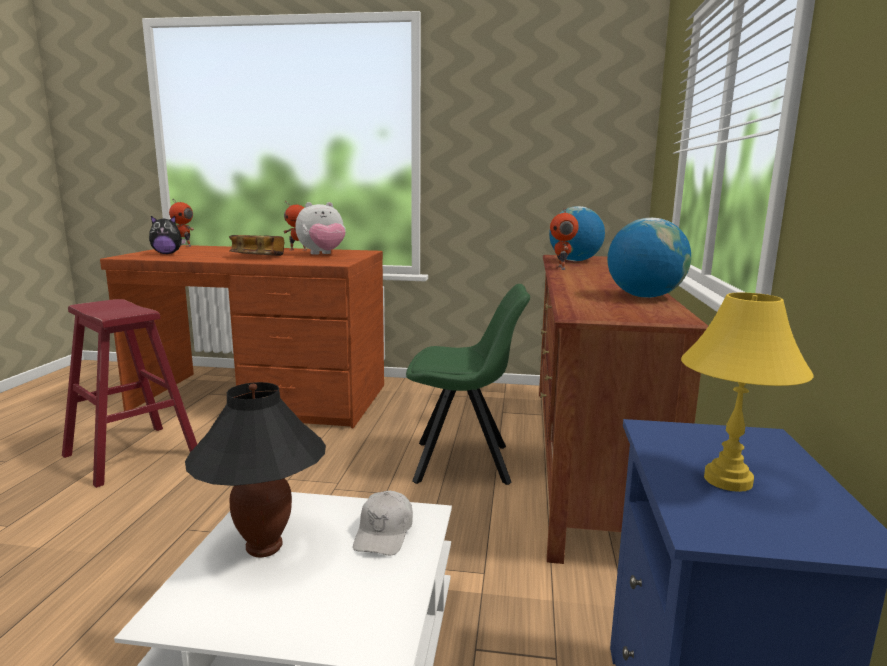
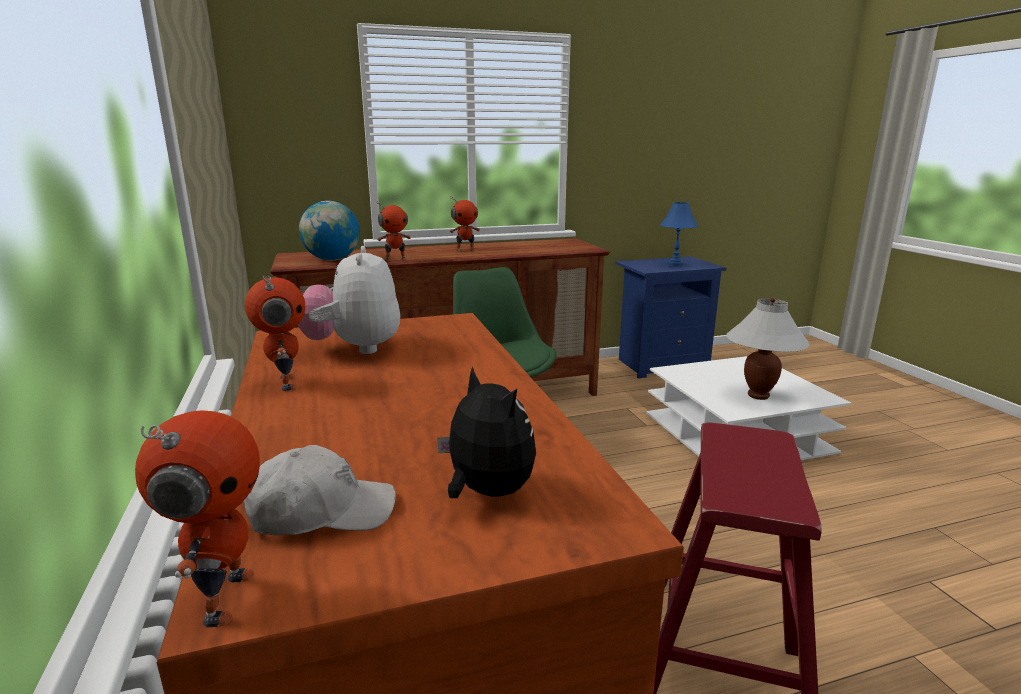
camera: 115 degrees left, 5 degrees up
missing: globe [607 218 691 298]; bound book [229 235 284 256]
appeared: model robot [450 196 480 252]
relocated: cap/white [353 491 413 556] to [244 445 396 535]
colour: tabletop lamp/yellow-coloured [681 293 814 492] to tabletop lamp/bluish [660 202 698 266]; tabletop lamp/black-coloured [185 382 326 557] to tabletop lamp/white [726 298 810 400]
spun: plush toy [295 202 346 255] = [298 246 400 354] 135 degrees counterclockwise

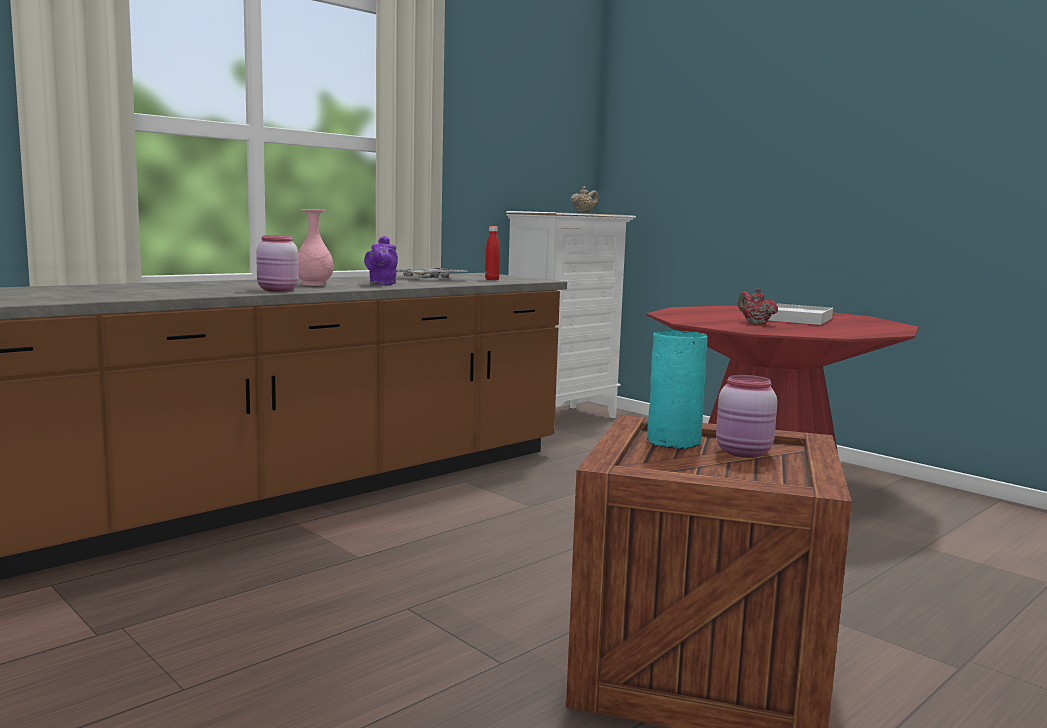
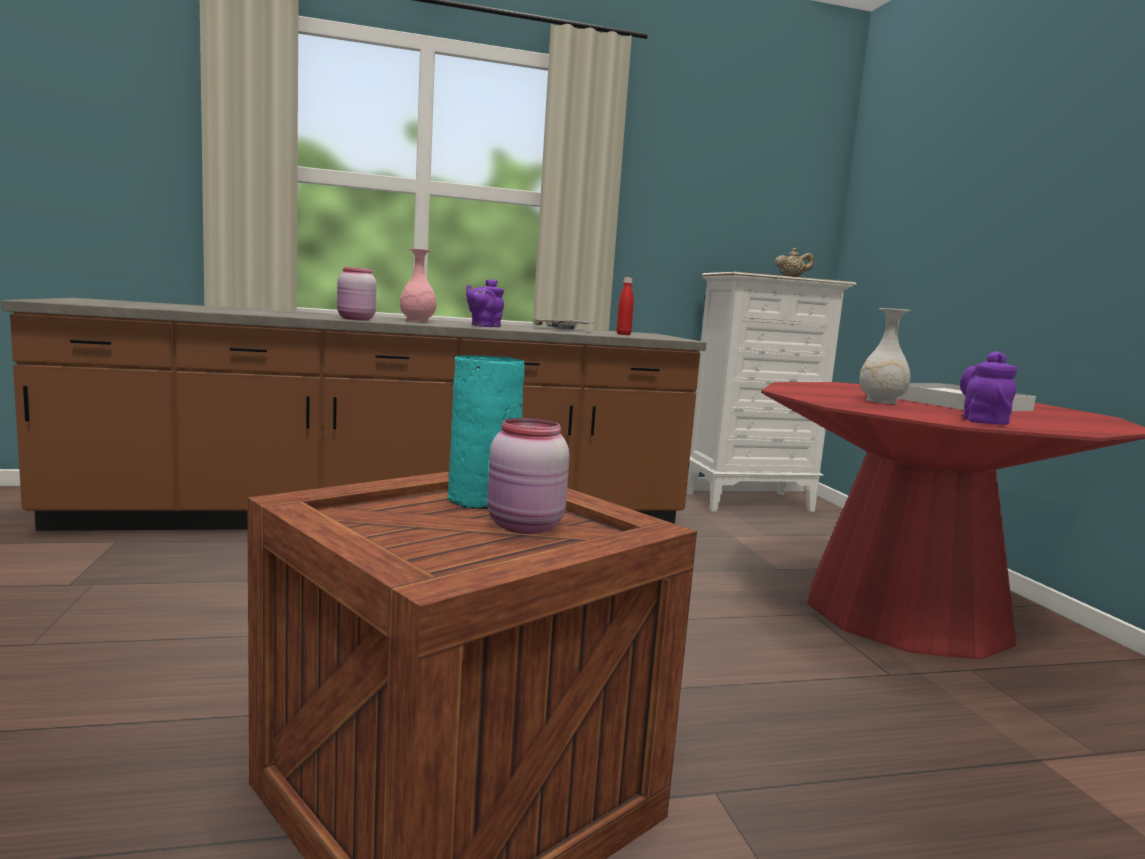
camera: 30 degrees right, 0 degrees up
appeared: pot for tea/purple-coloured [960 351 1017 425]
exchanged: pot for tea/red [738 288 778 324] to decorative vase/white [859 308 911 404]

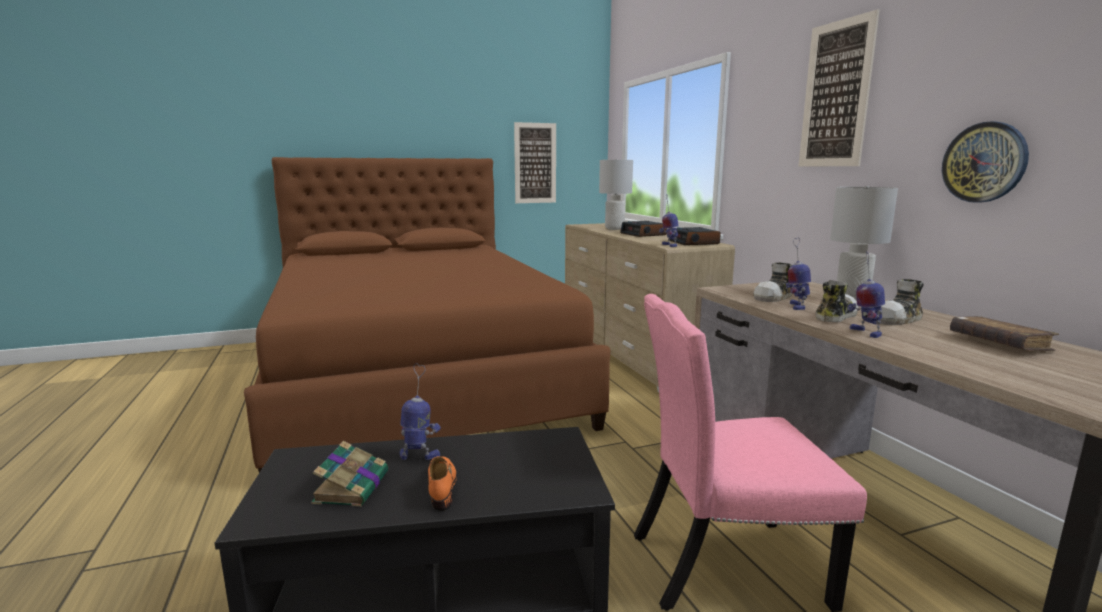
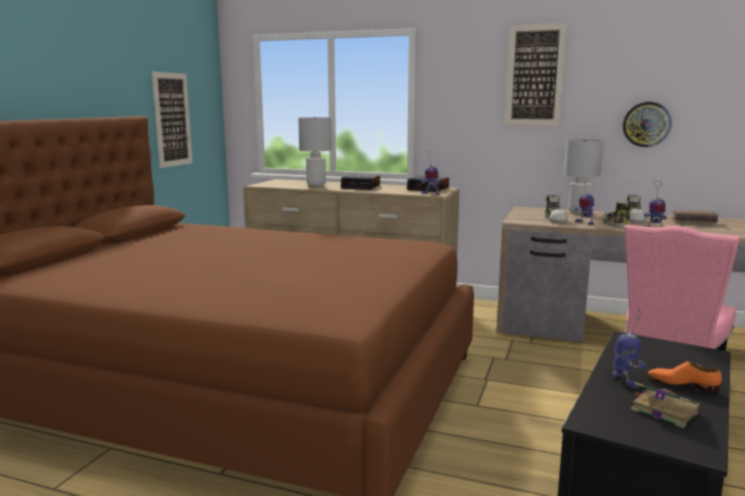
camera: 50 degrees left, 0 degrees up
spun: model robot [400 363 441 460] = [611 307 646 388] 120 degrees clockwise

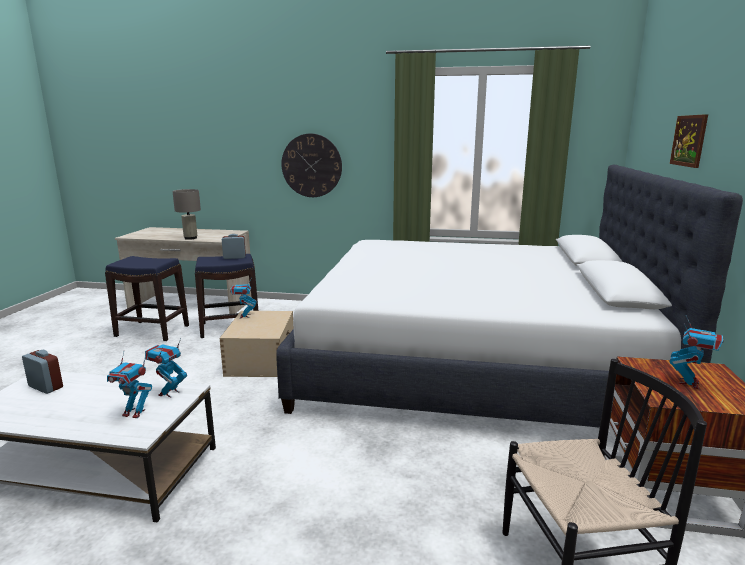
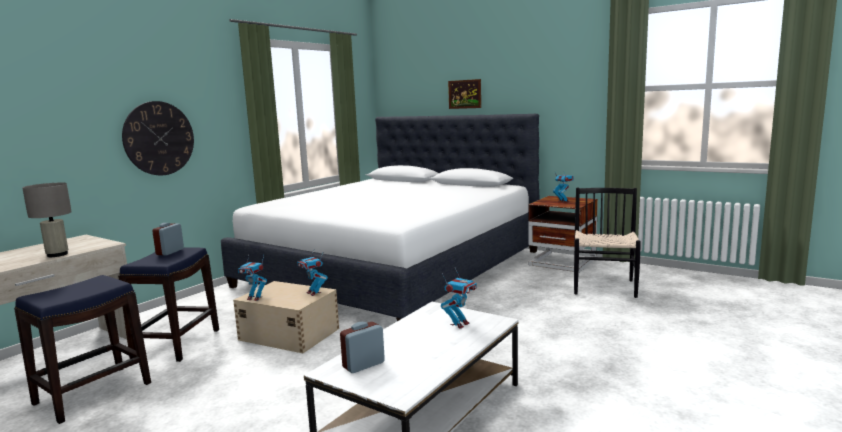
camera: 65 degrees left, 5 degrees down
relocated: model robot [145 338 187 397] to [297 253 328 296]

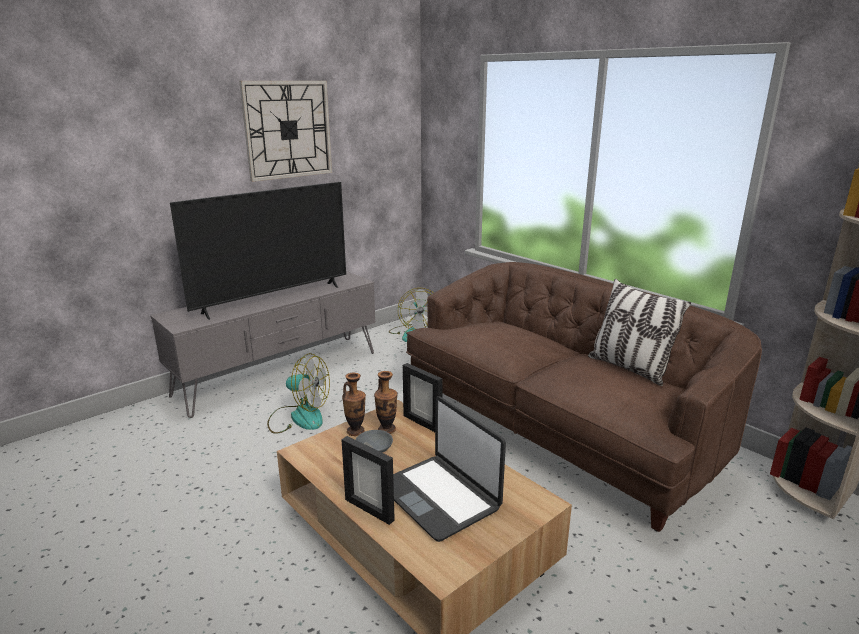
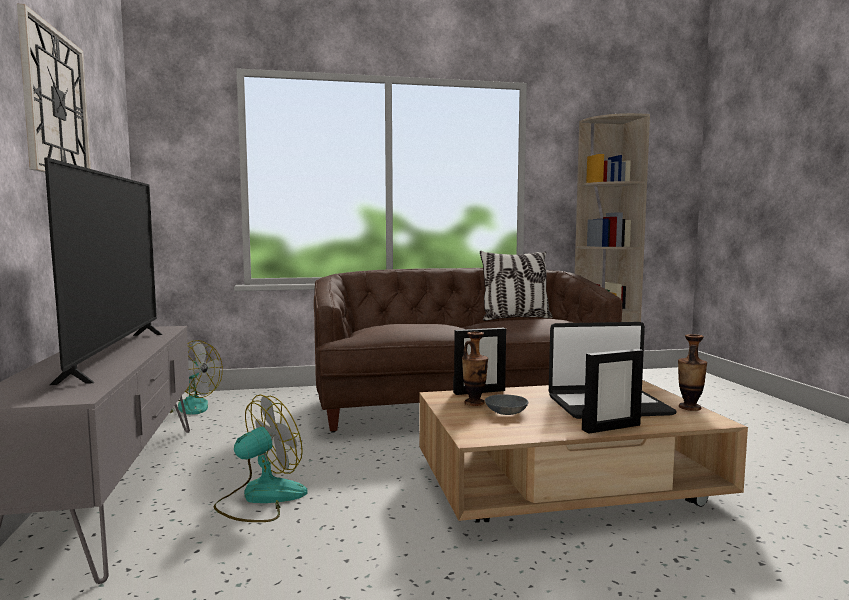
camera: 60 degrees left, 15 degrees down
relocated: decorative vase [342 373 366 436] to [678 334 707 411]

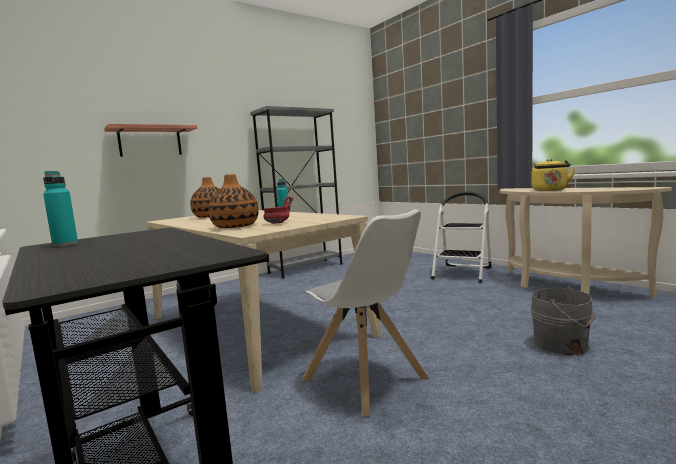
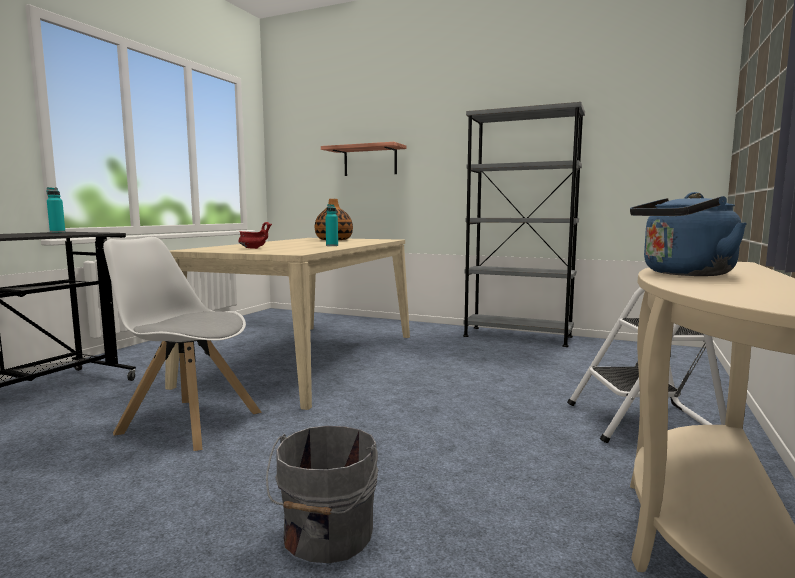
camera: 60 degrees right, 0 degrees up
missing: decorative vase [208 174 259 228]
colour: kettle/yellow-coloured [531 159 575 191] to kettle/bluish [630 192 747 276]
spun: upright chair [303 209 429 417] = [103 237 262 451] 90 degrees clockwise

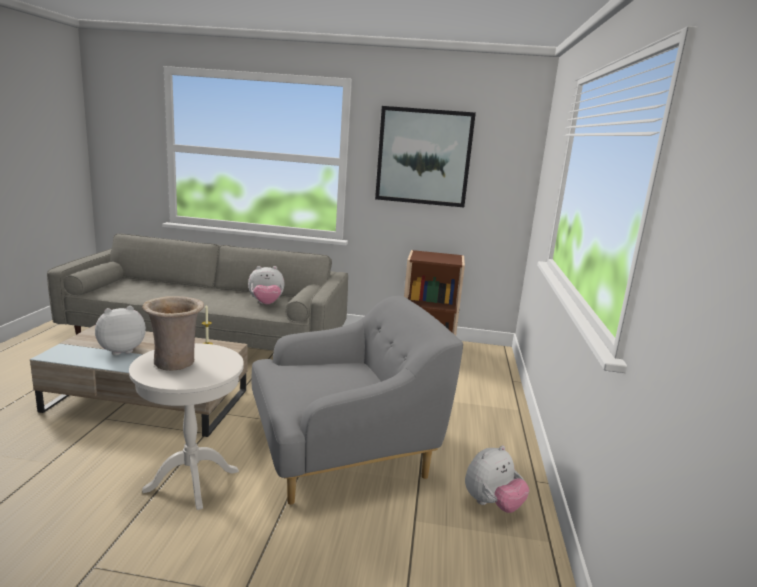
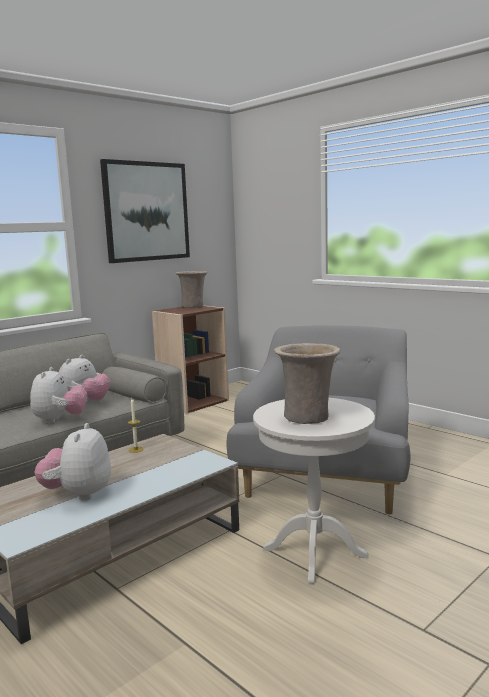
camera: 50 degrees left, 5 degrees down
appeared: decorative vase/beige-coloured [175 271 208 308]
relocated: plush toy [465 445 529 513] to [30 367 87 424]

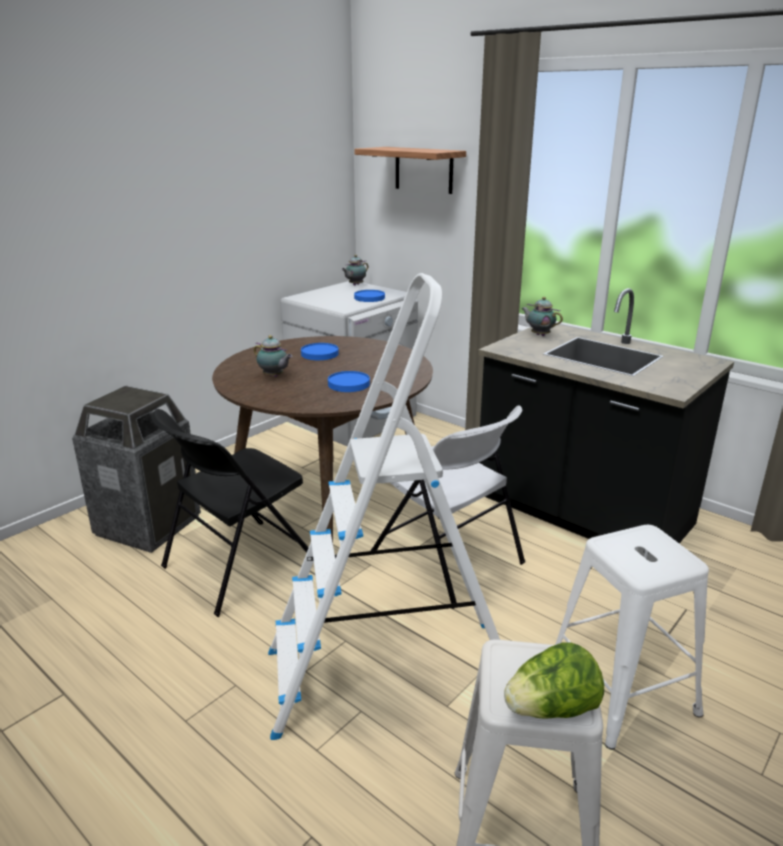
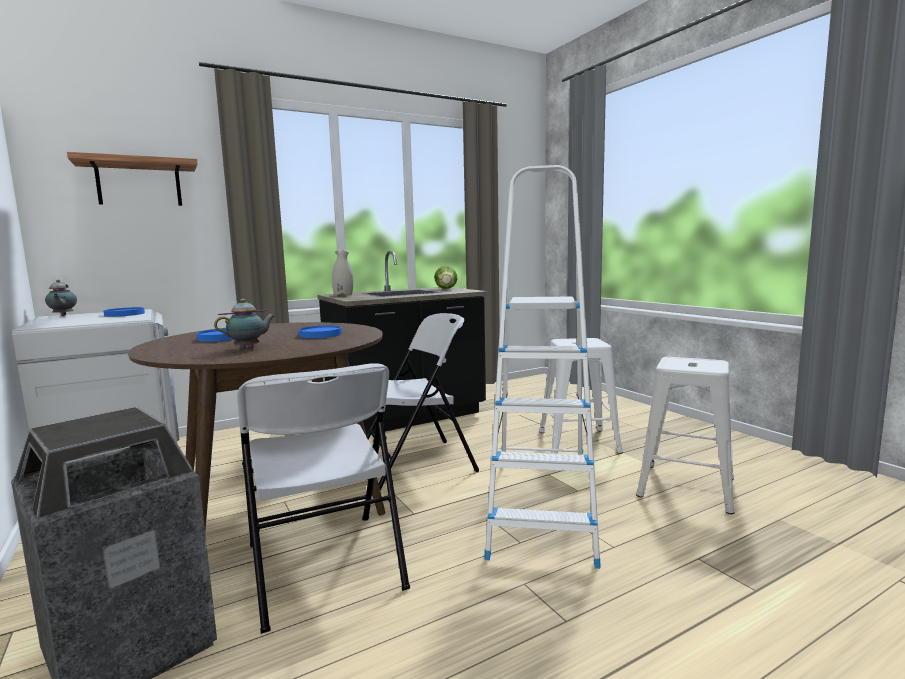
camera: 70 degrees left, 15 degrees down
relocated: lettuce [504 642 604 719] to [434 266 457 289]
exchanged: pot for tea [521 297 563 336] to decorative vase/white [332 249 354 296]
colour: upright chair/black-coloured [151 409 309 617] to upright chair/white [237 363 410 634]

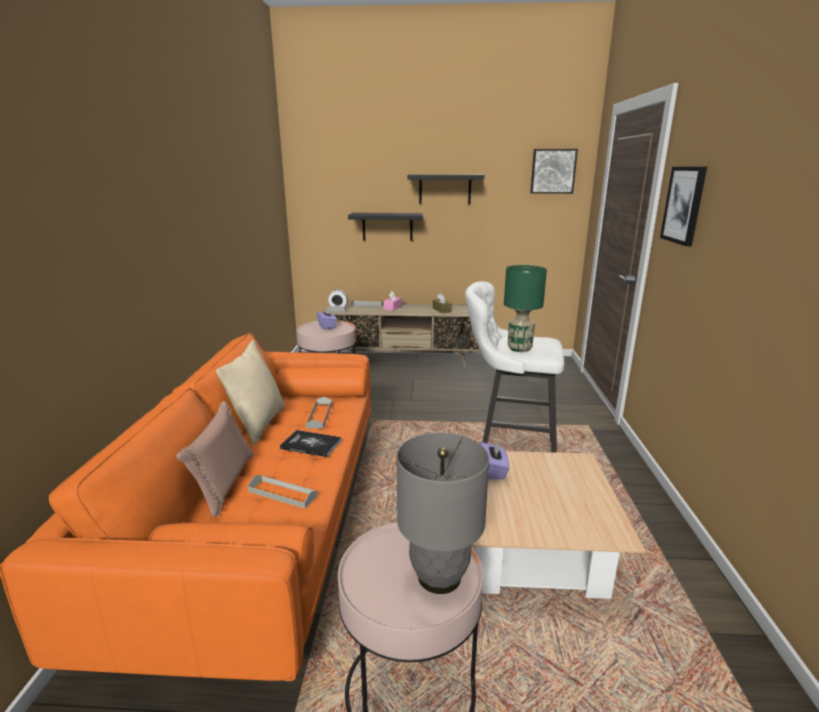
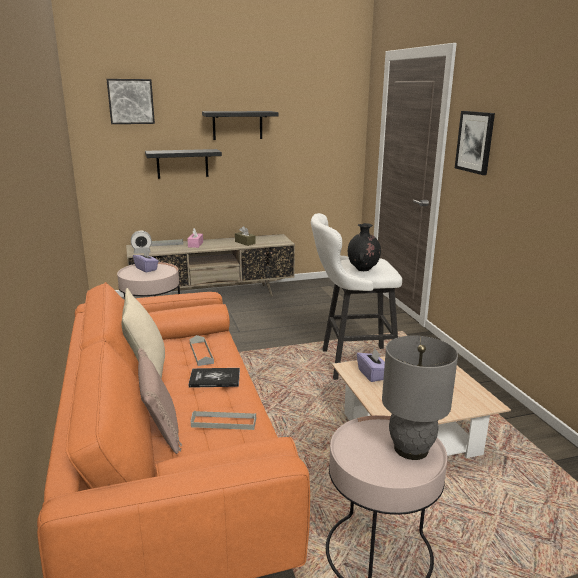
camera: 20 degrees left, 0 degrees up
relocated: wall picture [530 149 578 194] to [107 79 155 124]
exchanged: tabletop lamp/green [504 265 547 352] to decorative vase/black-coloured [348 223 381 271]

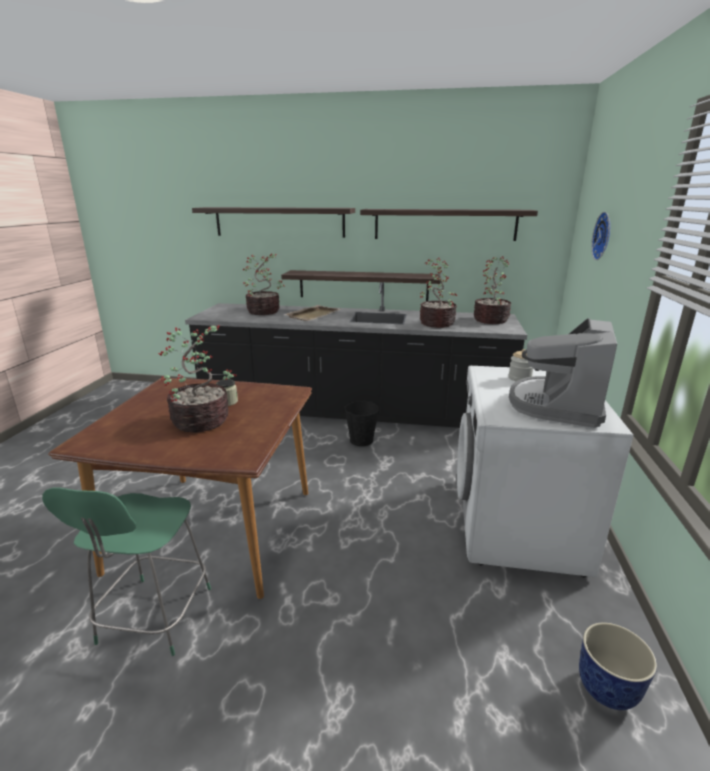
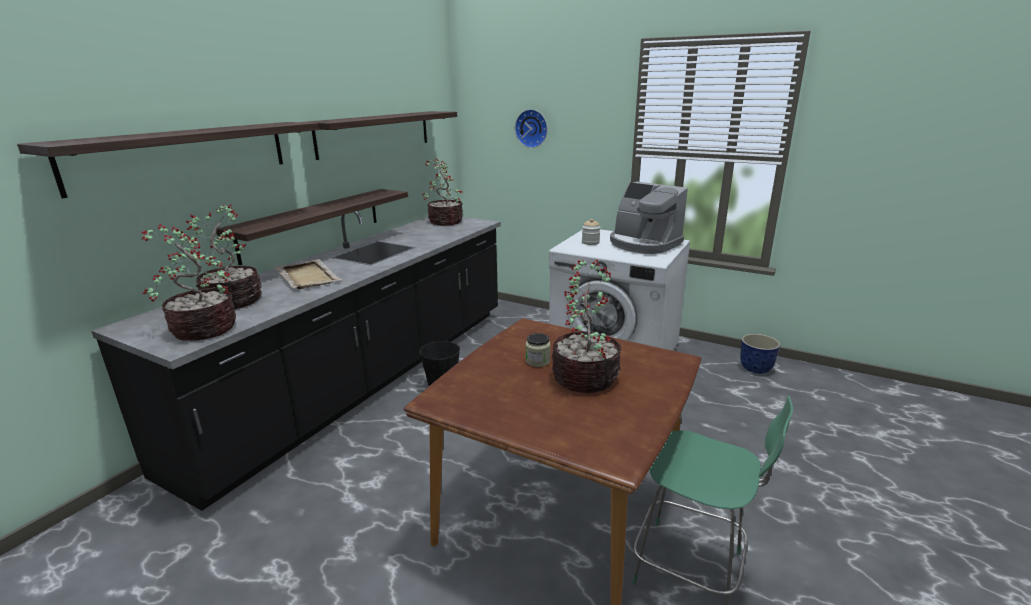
camera: 70 degrees left, 0 degrees up
relocated: potted plant [420 258 457 328] to [141 224 236 341]

